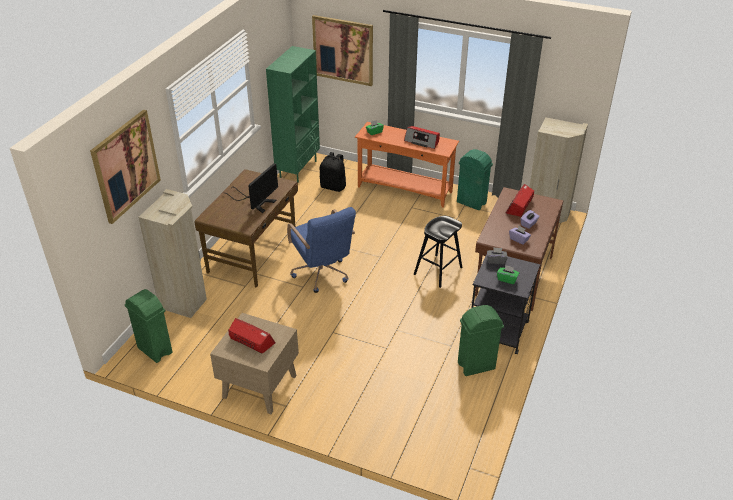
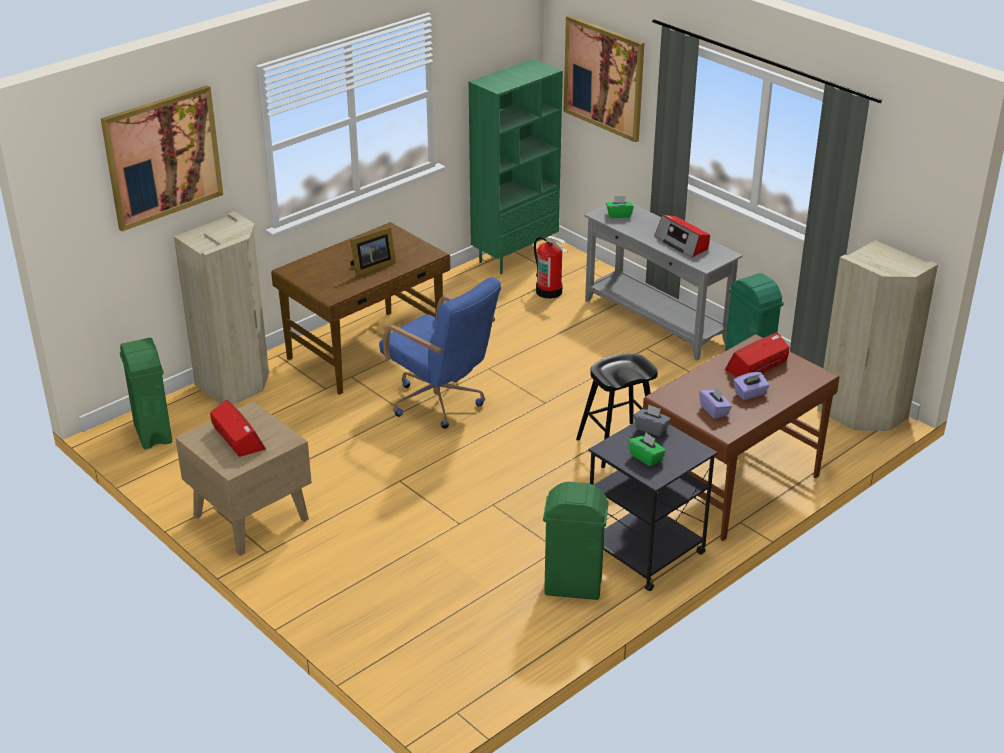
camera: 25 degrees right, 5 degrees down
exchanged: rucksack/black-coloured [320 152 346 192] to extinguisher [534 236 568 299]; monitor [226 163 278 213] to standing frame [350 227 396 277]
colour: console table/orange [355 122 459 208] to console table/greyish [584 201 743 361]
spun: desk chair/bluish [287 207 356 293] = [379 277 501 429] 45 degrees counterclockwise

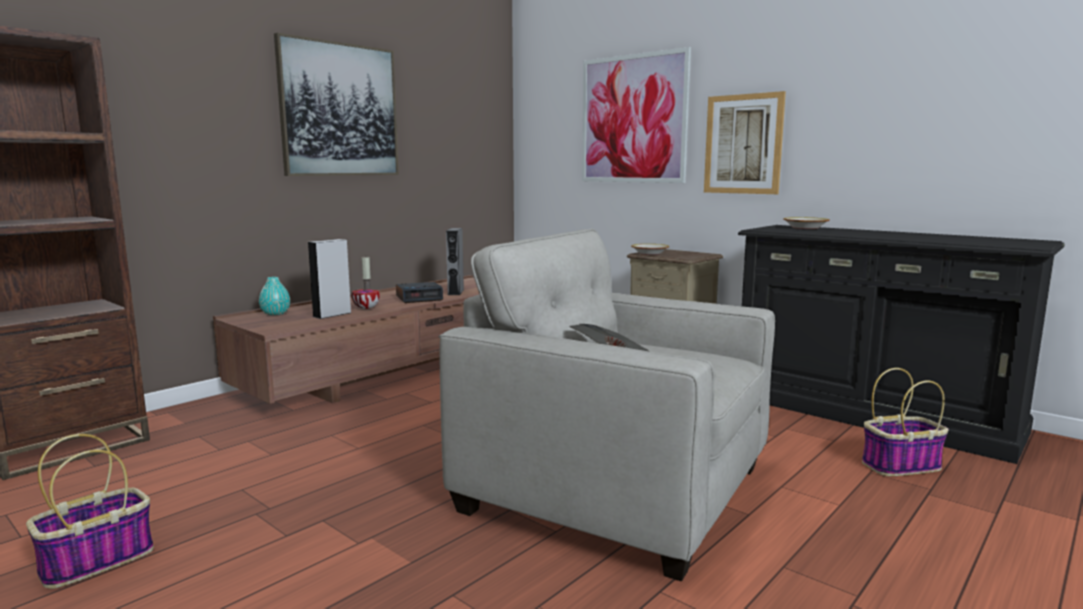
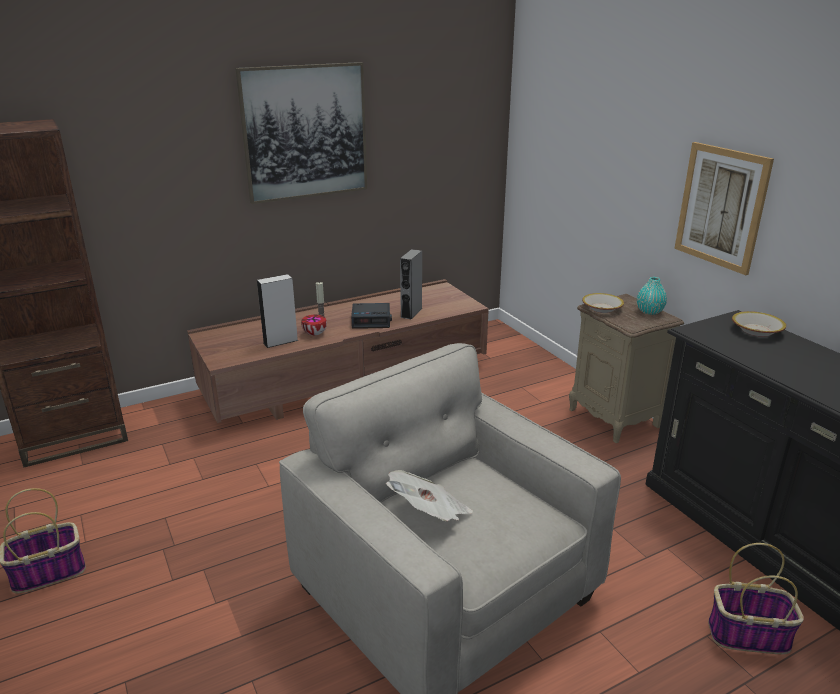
camera: 20 degrees right, 15 degrees up
missing: wall picture [582 47 691 183]
relocated: decorative vase/turquoise [259 277 290 315] to [637 277 667 315]

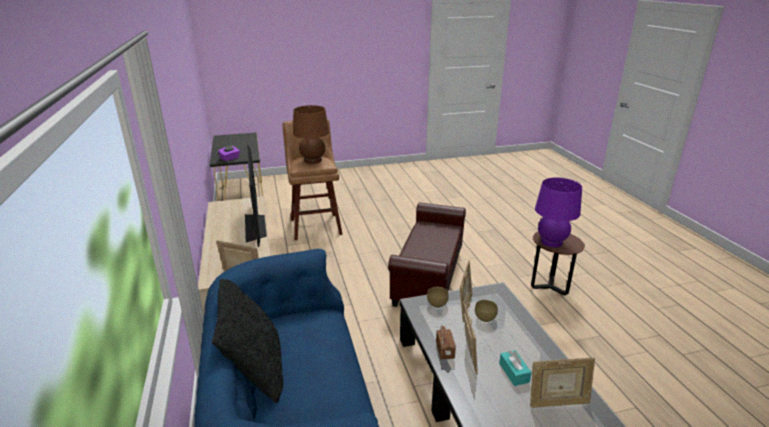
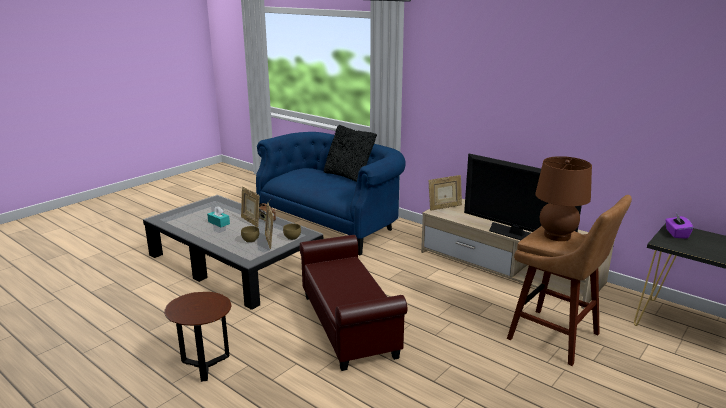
camera: 145 degrees right, 5 degrees down
missing: tabletop lamp/purple-coloured [535 178 582 247]; standing frame [530 357 595 408]

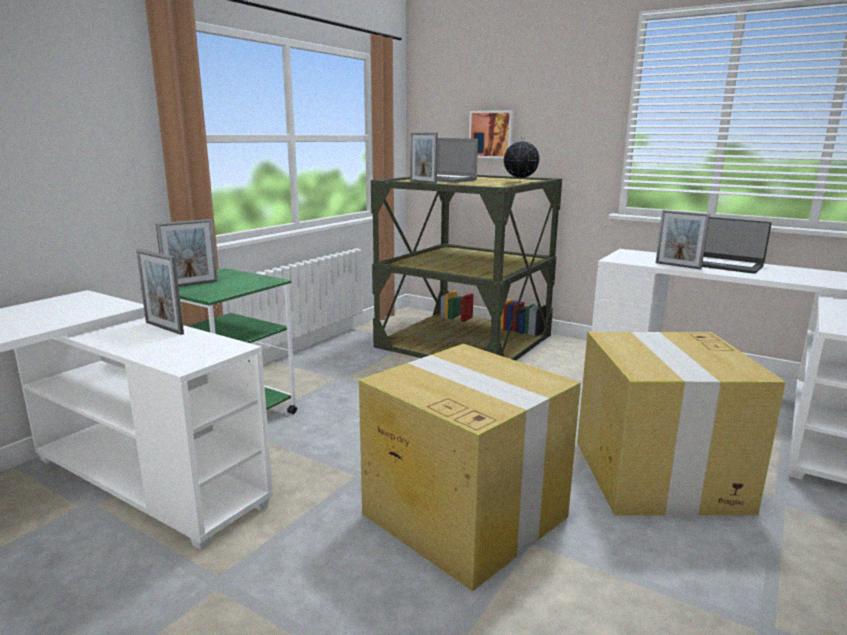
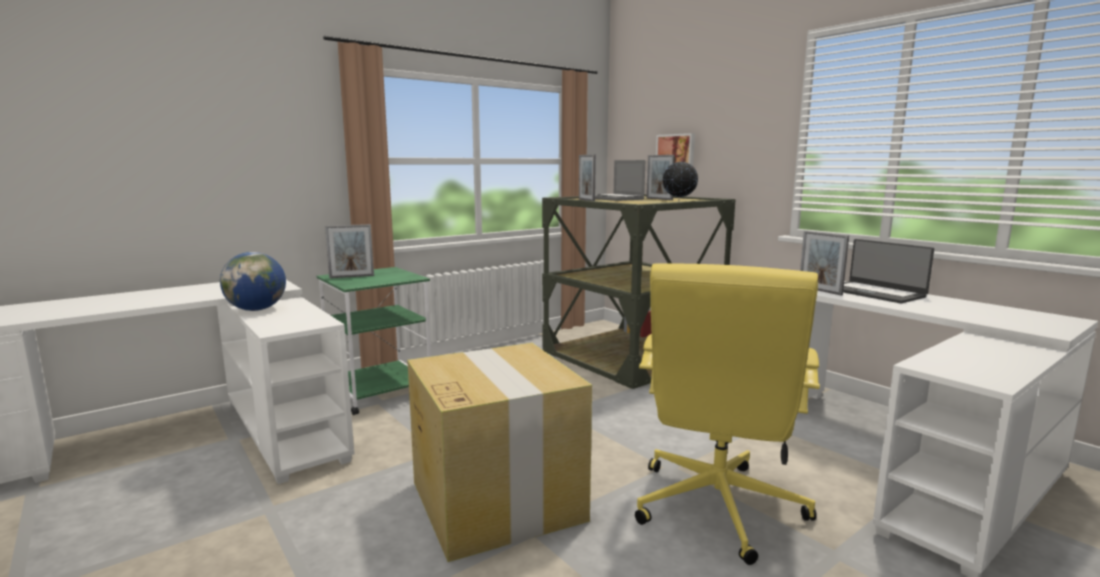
camera: 20 degrees right, 5 degrees down
appeared: globe [220 252 286 311]
relocated: standing frame [136 249 184 335] to [646 155 675 200]
exchanged: packing box [577 332 786 516] to desk chair/yellow-coloured [635 263 820 565]

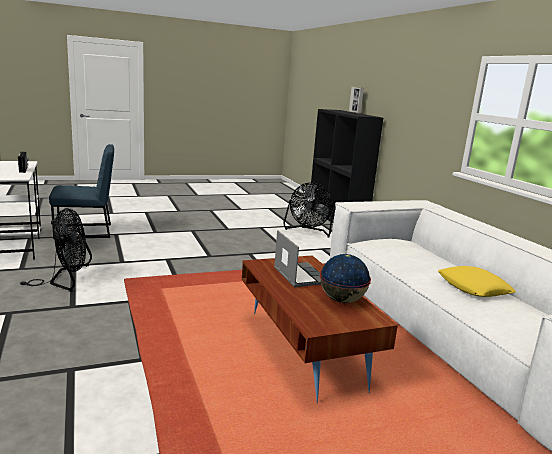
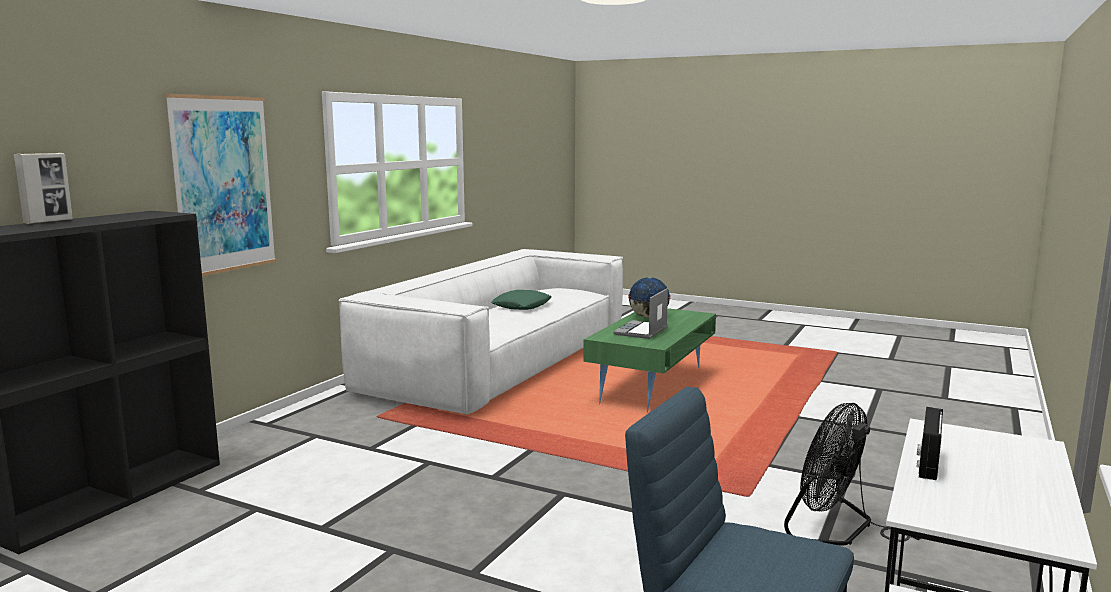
camera: 130 degrees left, 5 degrees down
missing: cooling fan/black-coloured [283 182 334 238]
appeared: wall picture [165 94 277 276]
colour: low table/brownish [242 256 398 404] to low table/green [583 308 716 413]; cushion/yellow-coloured [438 266 516 297] to cushion/green [491 290 552 310]

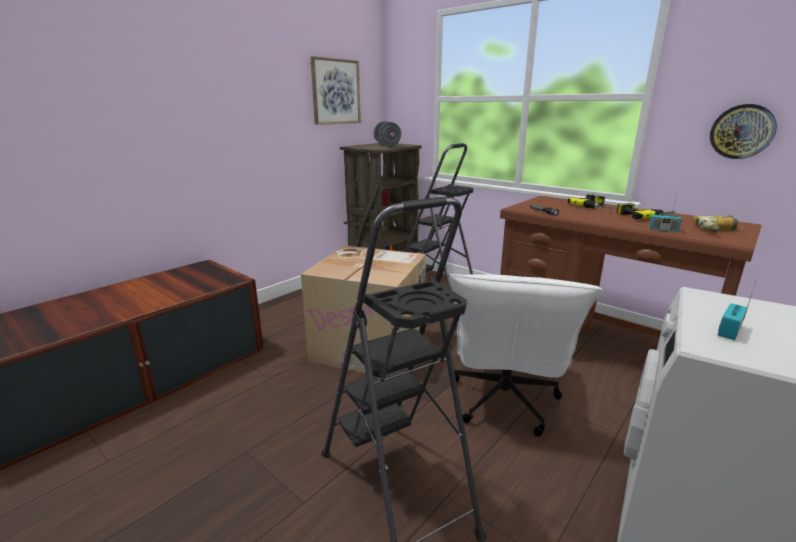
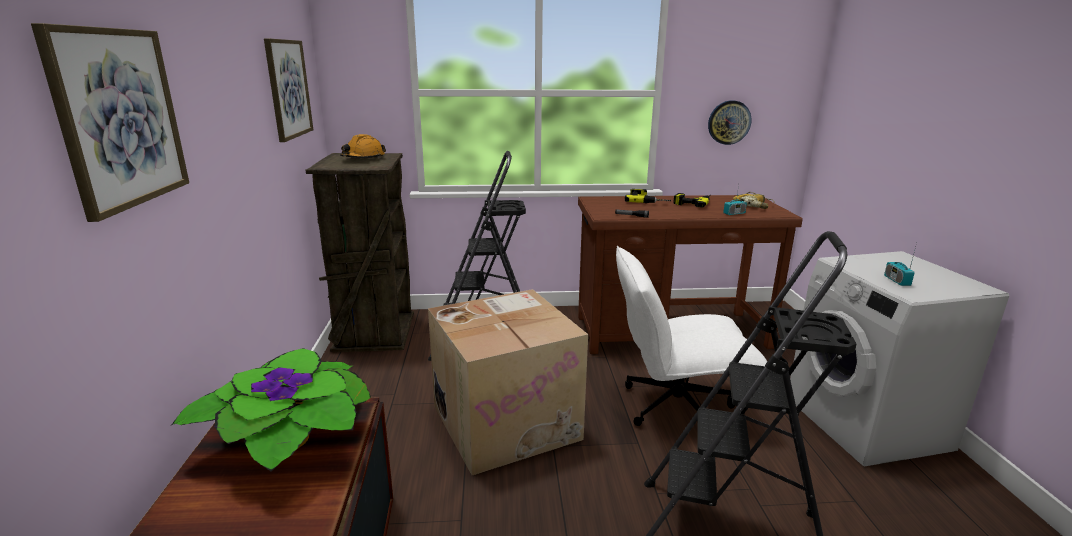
camera: 45 degrees left, 0 degrees up
appeared: wall picture [31 23 189 222]; potted plant [172 348 371 471]
exchanged: dumbbell/greyish [374 121 401 146] to work helmet/orange [340 134 386 158]
spun: desk chair/white [449 274 603 437] = [616 246 768 426] 120 degrees clockwise

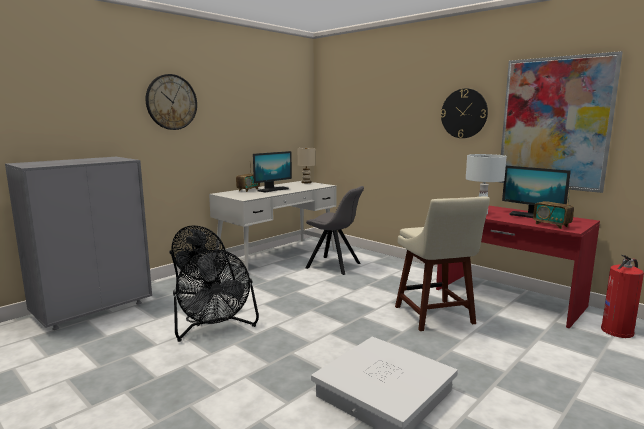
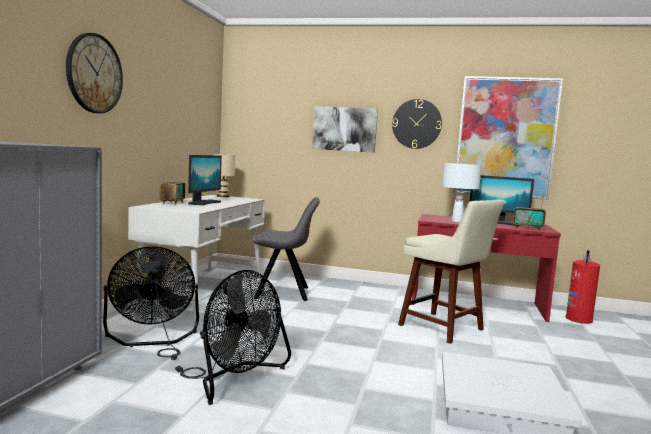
camera: 30 degrees left, 5 degrees down
appeared: wall picture [312 106 378 153]

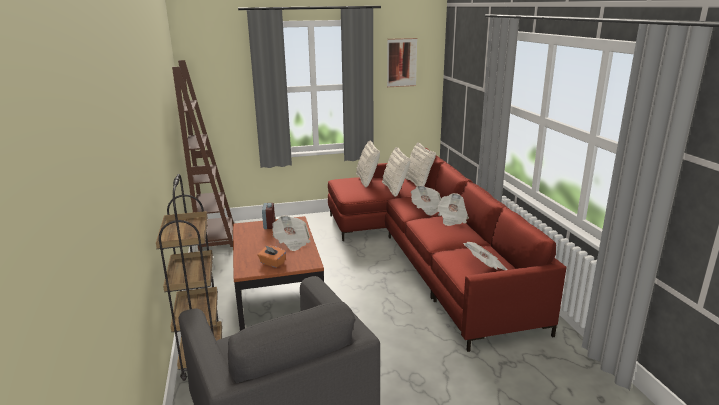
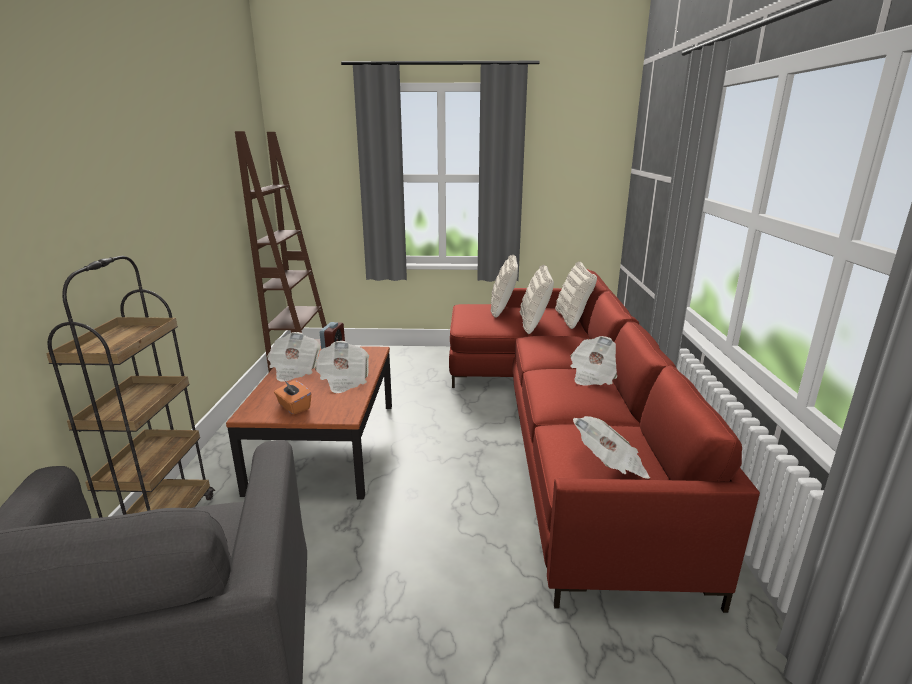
camera: 15 degrees right, 0 degrees up
missing: wall picture [387 38 417 87]
relocated: daily paper [411 185 441 216] to [267 332 321 382]

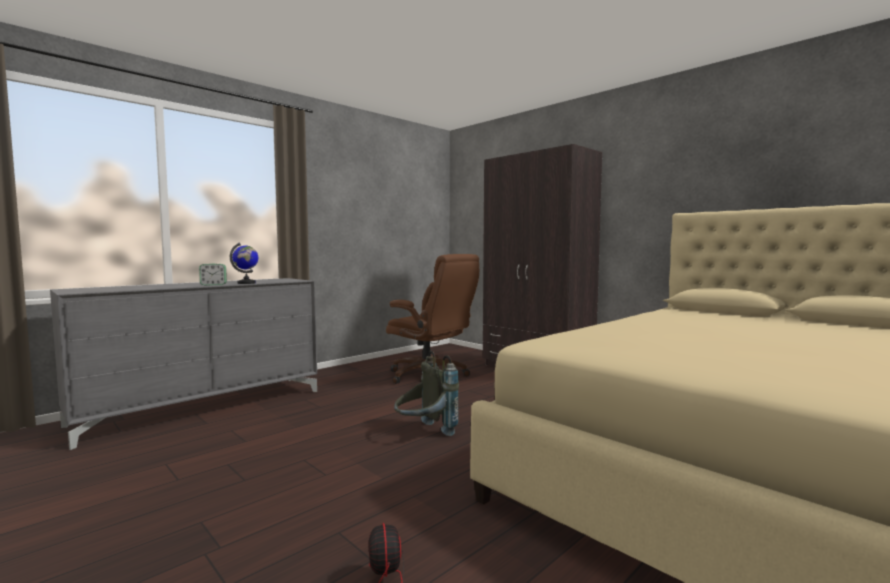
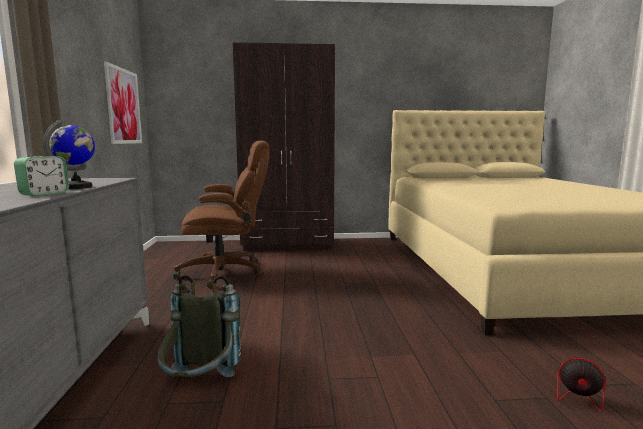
camera: 50 degrees left, 5 degrees up
appeared: wall picture [104 61 142 144]
relocated: rucksack/greyish [394 351 459 436] to [158 275 241 377]

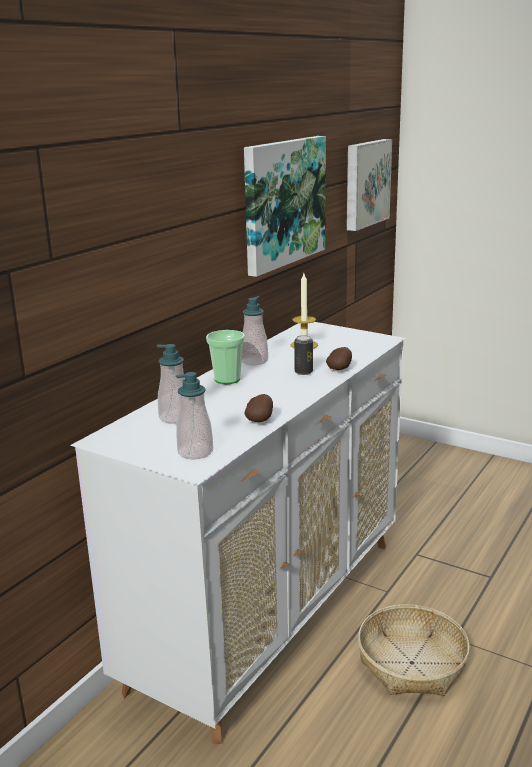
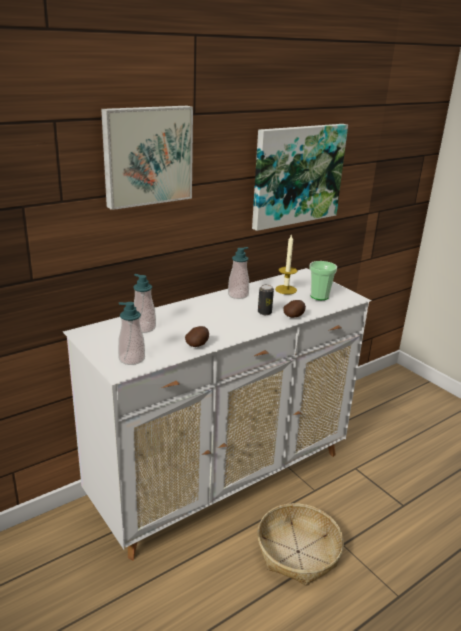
camera: 20 degrees right, 5 degrees up
relocated: wall picture [347 139 392 231] to [101 106 193 210]; small cup [206 330 245 384] to [309 261 337 300]

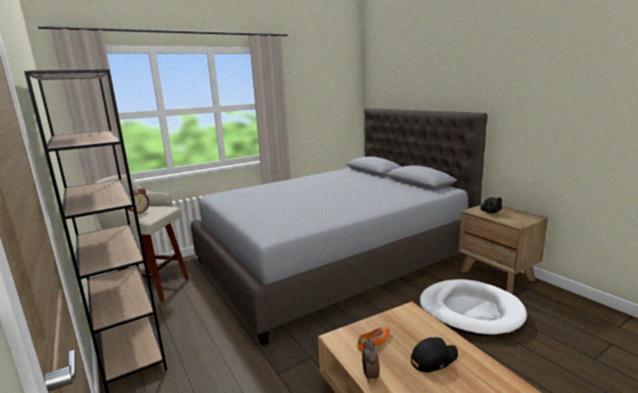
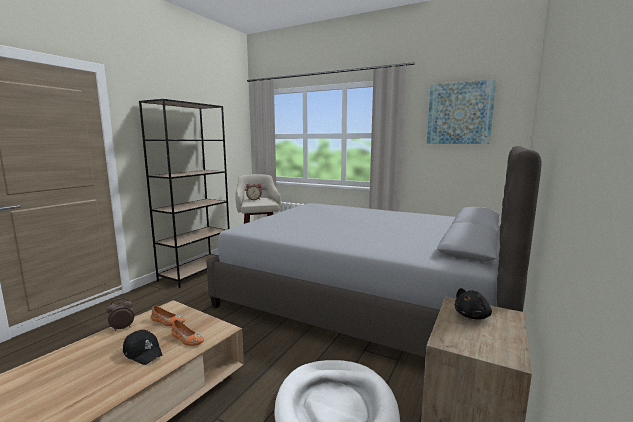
camera: 60 degrees right, 5 degrees down
appeared: wall picture [427 79 496 144]; shoe/orange [171 320 204 346]

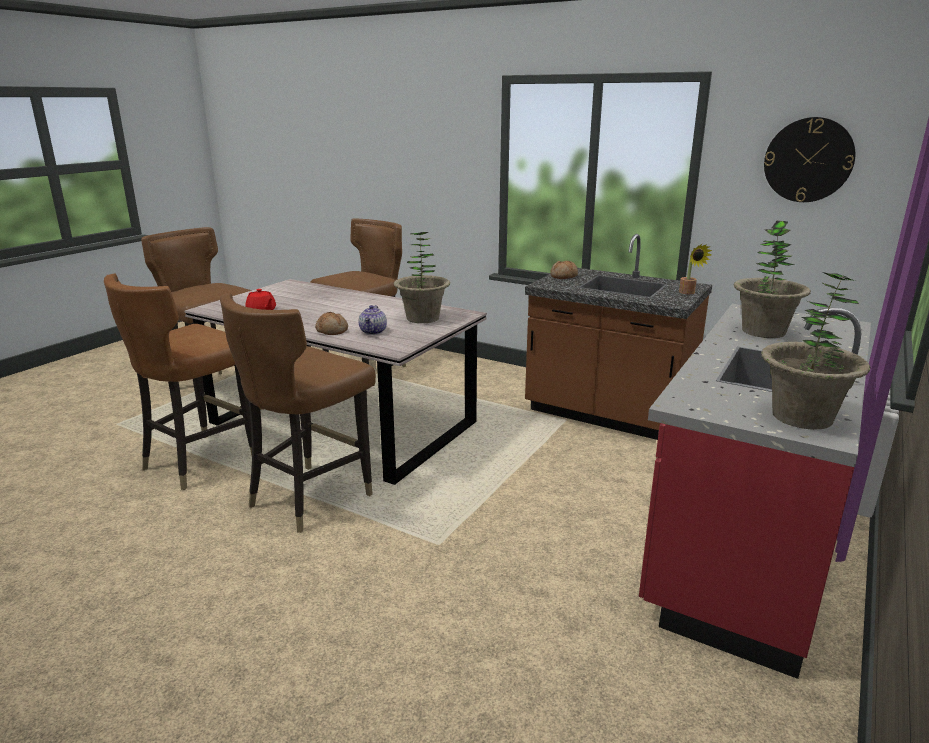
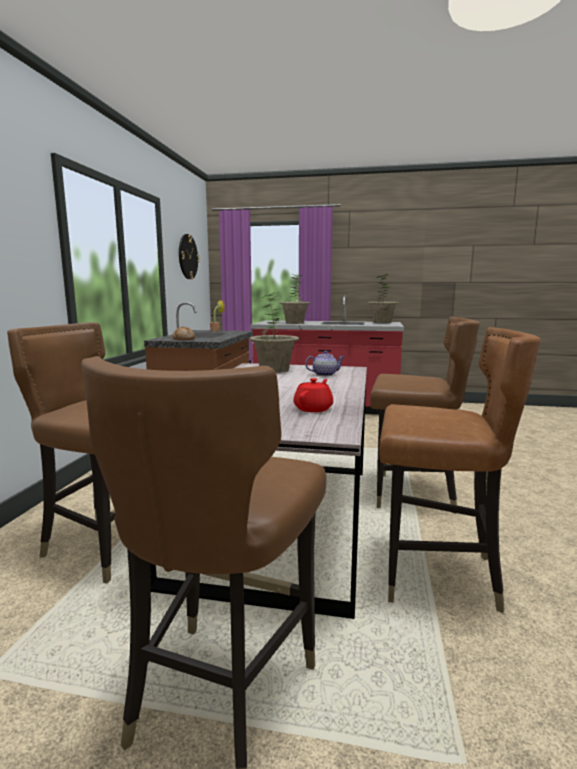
camera: 110 degrees left, 10 degrees down
missing: baked bread [315 312 348 335]

